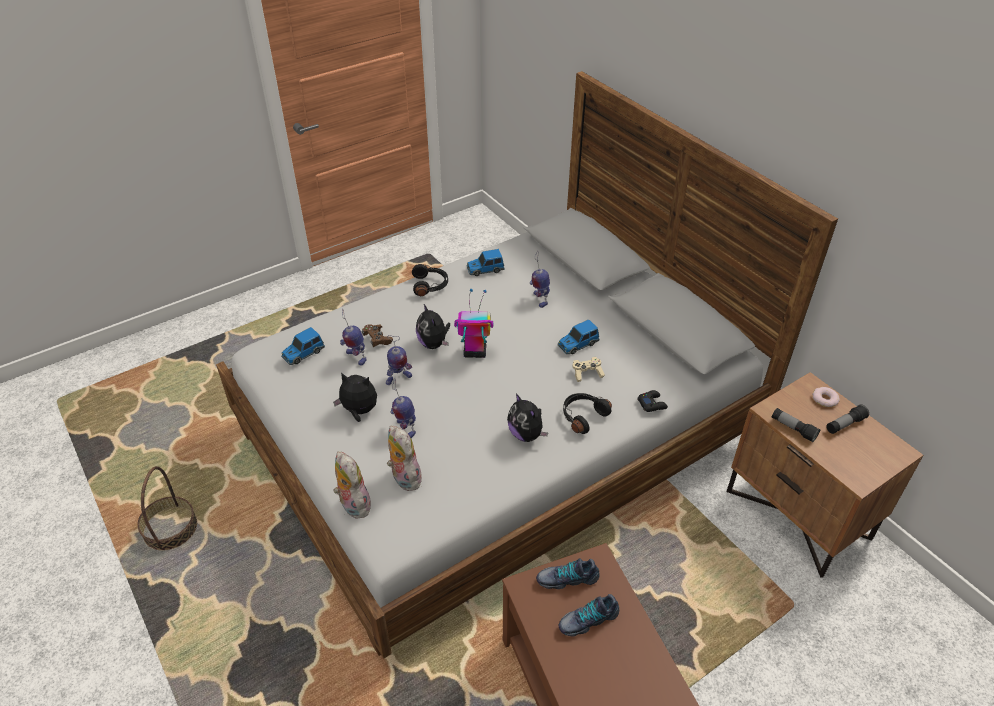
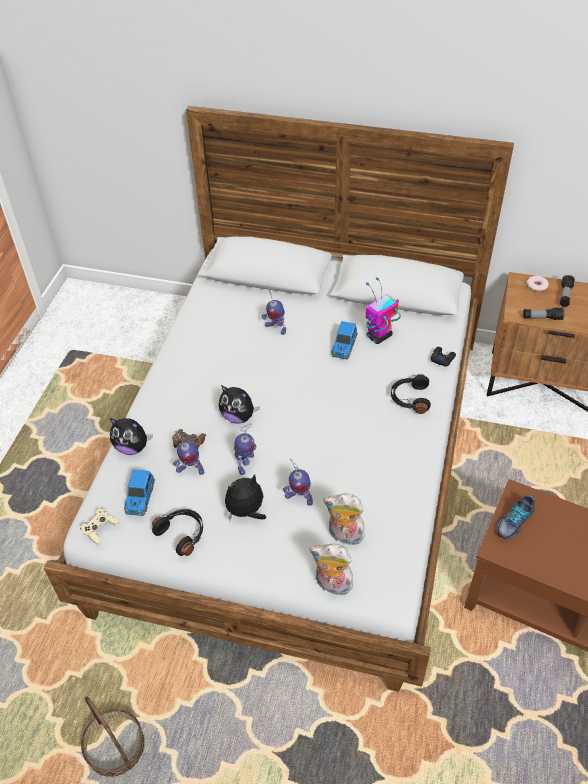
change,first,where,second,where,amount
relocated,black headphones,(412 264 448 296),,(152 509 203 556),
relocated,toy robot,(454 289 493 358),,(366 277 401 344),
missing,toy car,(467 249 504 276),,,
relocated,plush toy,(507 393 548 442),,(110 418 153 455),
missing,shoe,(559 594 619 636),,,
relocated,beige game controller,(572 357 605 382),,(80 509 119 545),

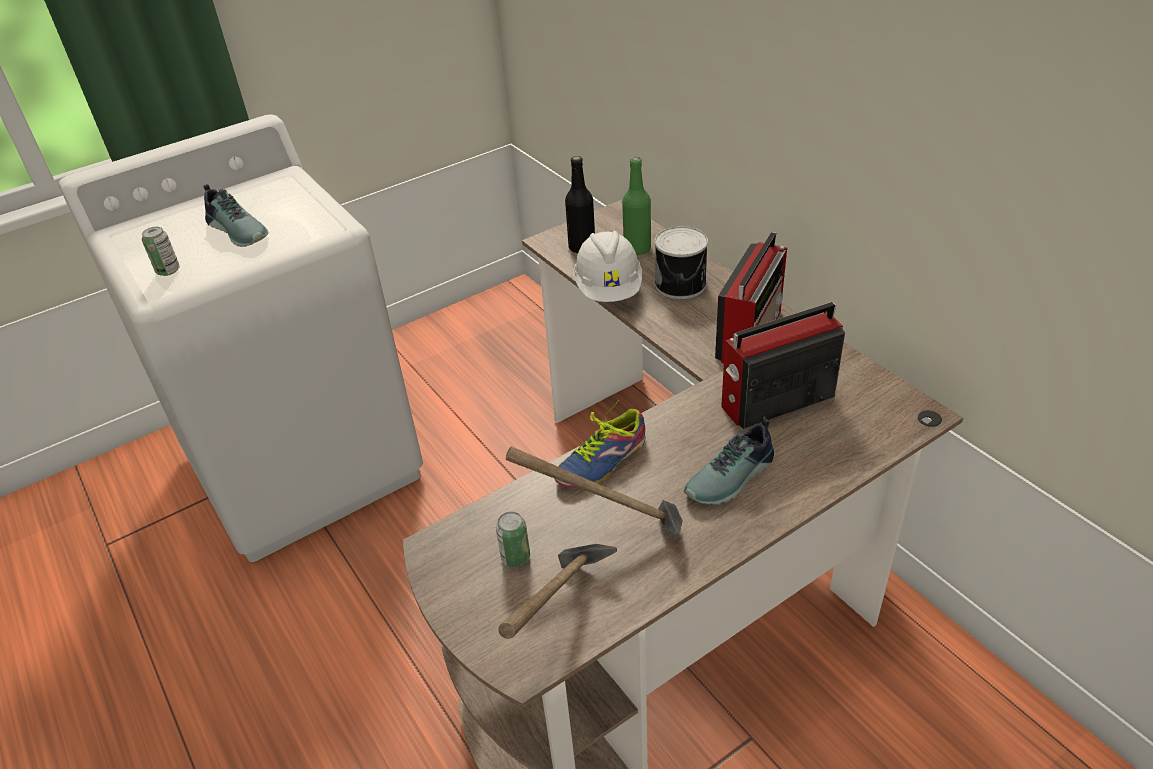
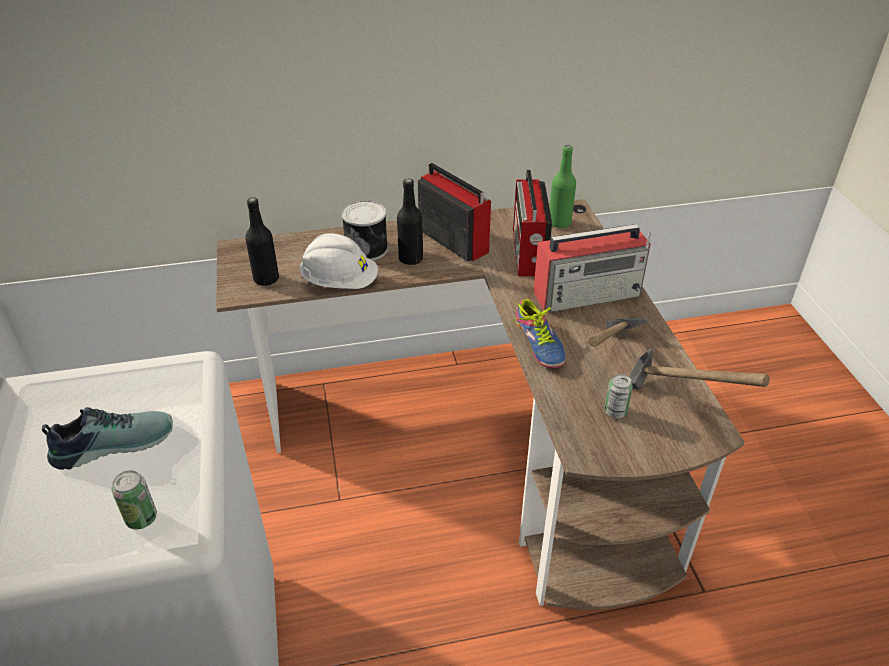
change,first,where,second,where,amount
relocated,green bottle,(622 157 651 255),,(550 145 576 228),
exchanged,shoe,(684 418 774 505),radio,(533 224 651 312),
appeared,,,black bottle,(397 178 423 265),

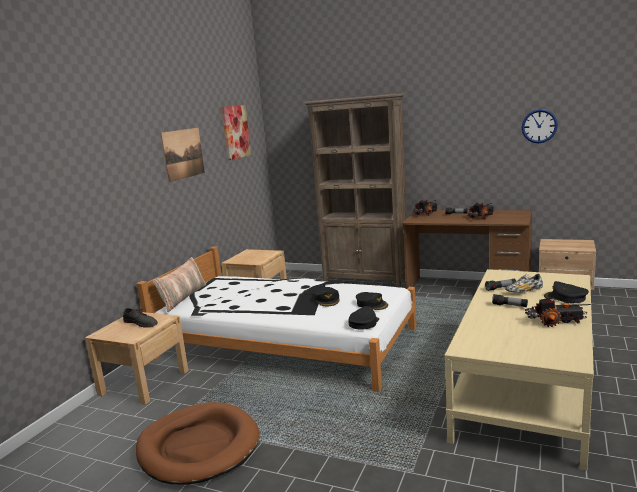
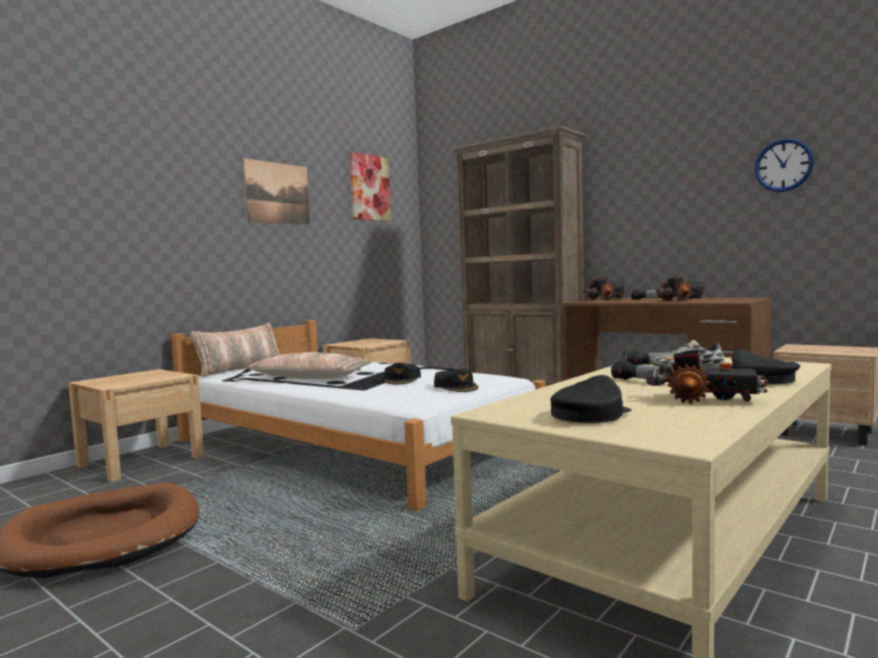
change,first,where,second,where,amount
missing,grey shoe,(123 308 158 328),,,
relocated,black cap,(348 306 379 330),,(550 375 632 423),
appeared,,,pillow,(247 352 371 379),

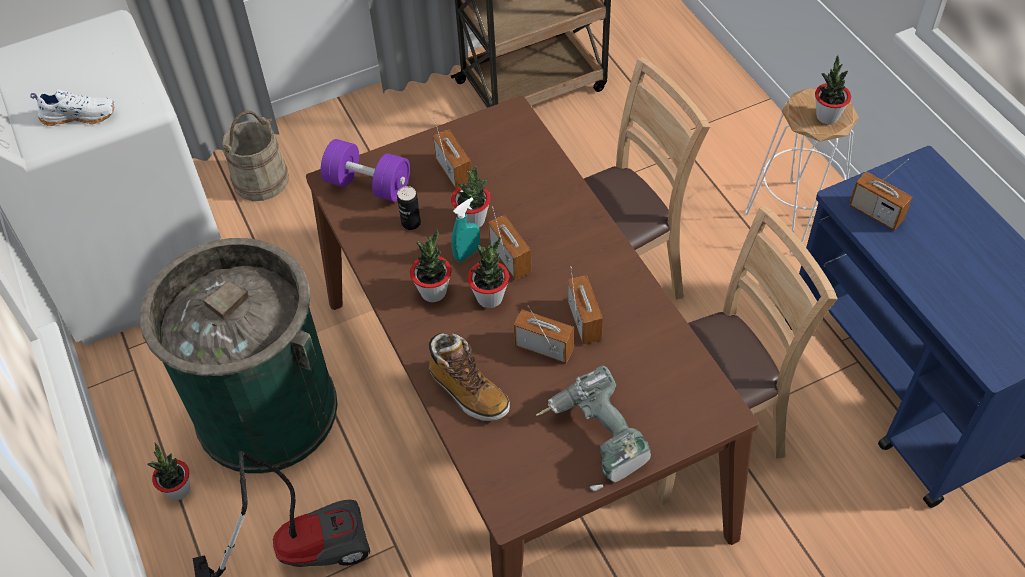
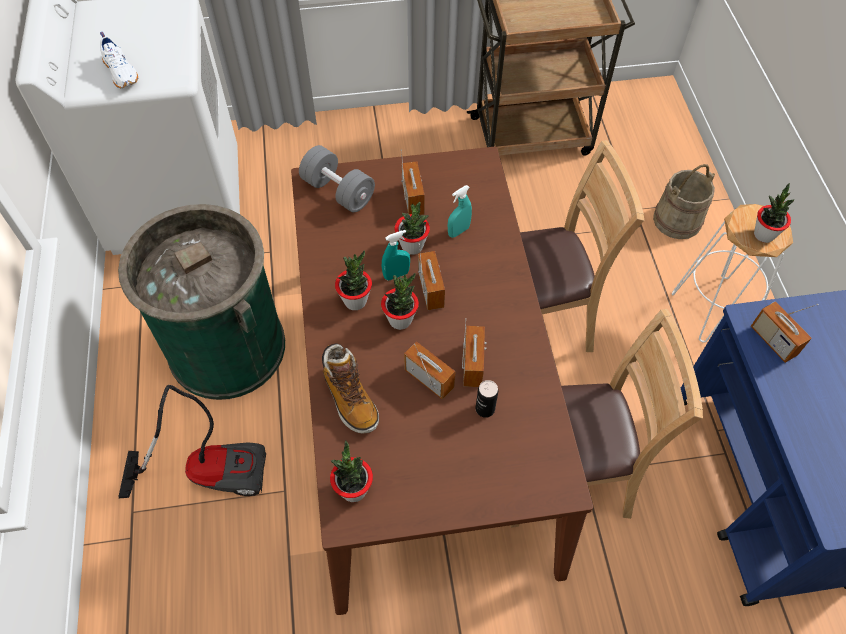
change,first,where,second,where,amount
spun,white shoe,(31 89 115 126),,(100 31 138 88),45 degrees clockwise
relocated,potted plant,(148 442 190 500),,(330 441 373 502),
relocated,beige bucket,(222 111 289 201),,(653 164 715 239),
colour,purple dumbbell,(321 139 410 202),grey dumbbell,(299 145 375 212),
relocated,can,(397 186 421 230),,(475 380 498 418),
missing,power drill,(536 365 651 491),,,
appeared,,,turquoise spray bottle,(448 185 472 238),

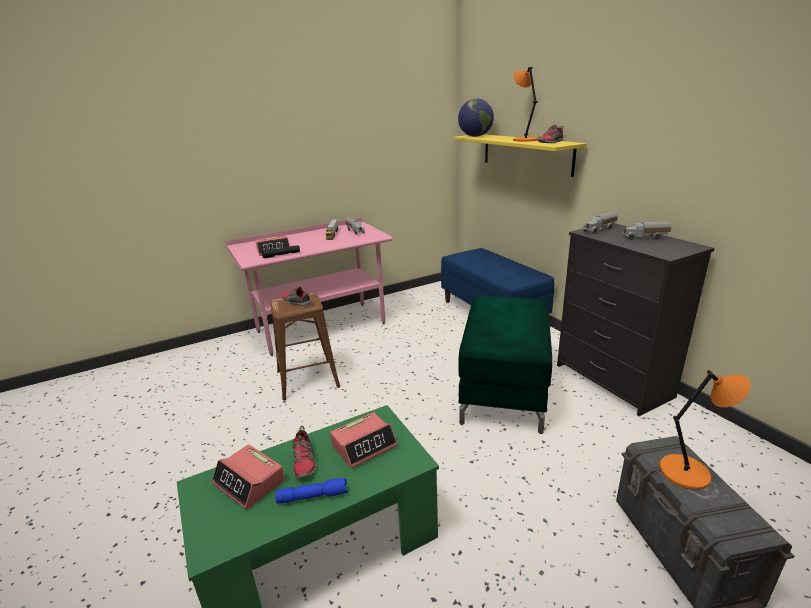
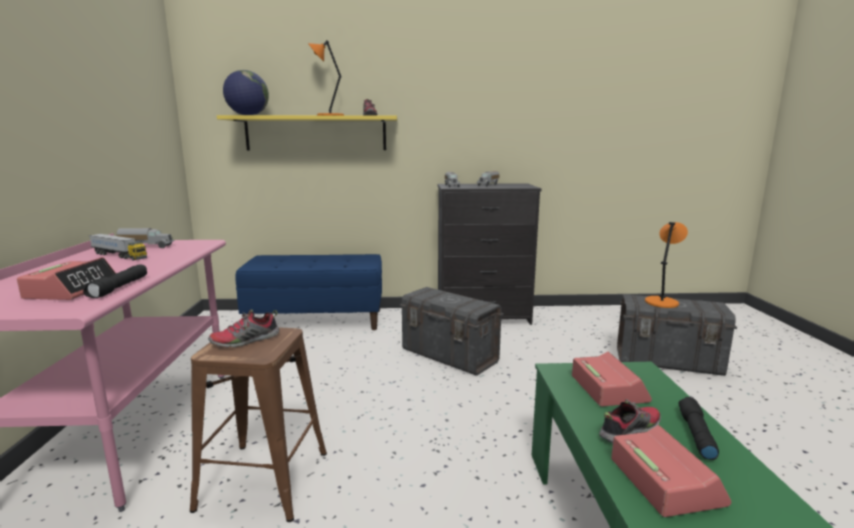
change,first,where,second,where,amount
spun,alarm clock,(212 444 285 510),,(611 425 731 517),75 degrees counterclockwise
colour,blue flashlight,(275 478 348 504),black flashlight,(678 397 719 460),
spun,shoe,(291 426 317 479),,(599 400 661 443),45 degrees counterclockwise
exchanged,green ottoman,(458 296 552 434),grey storage box,(399 287 504 376),

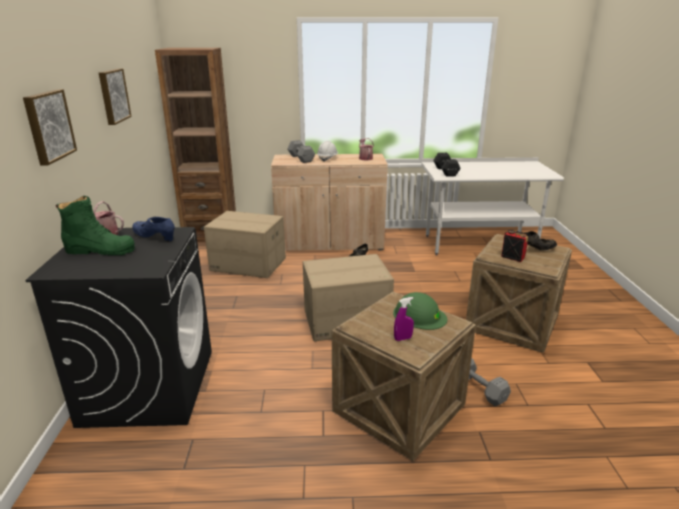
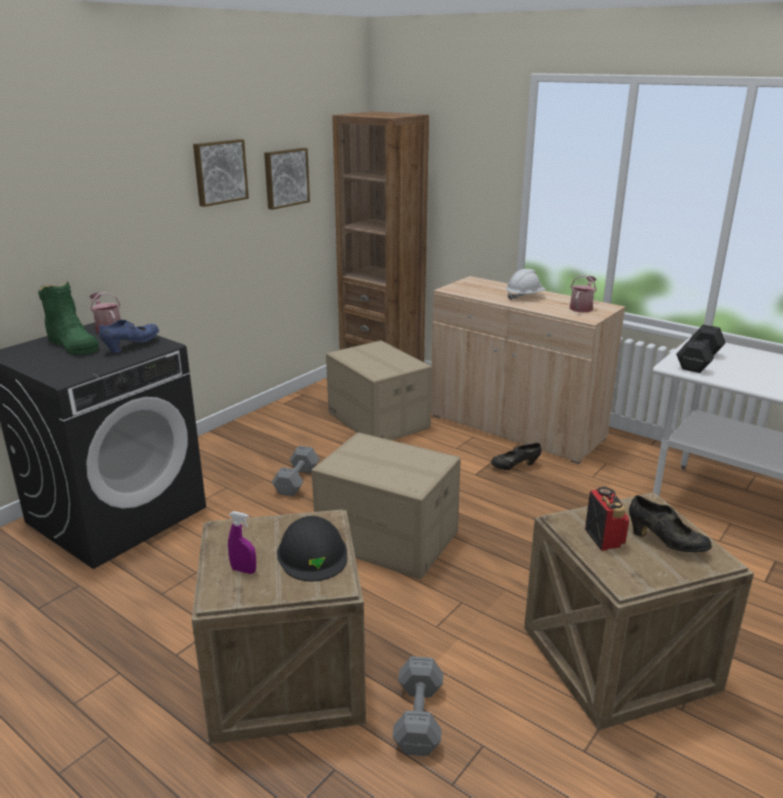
change,first,where,second,where,amount
relocated,picture,(23 89 77 166),,(264 148 310 210),
spun,blue shoe,(132 216 175 242),,(99 320 159 354),60 degrees clockwise
relocated,grey dumbbell,(287 140 315 163),,(272 446 320 497),
colour,green hard hat,(393 292 447 330),black hard hat,(277 516 347 581),

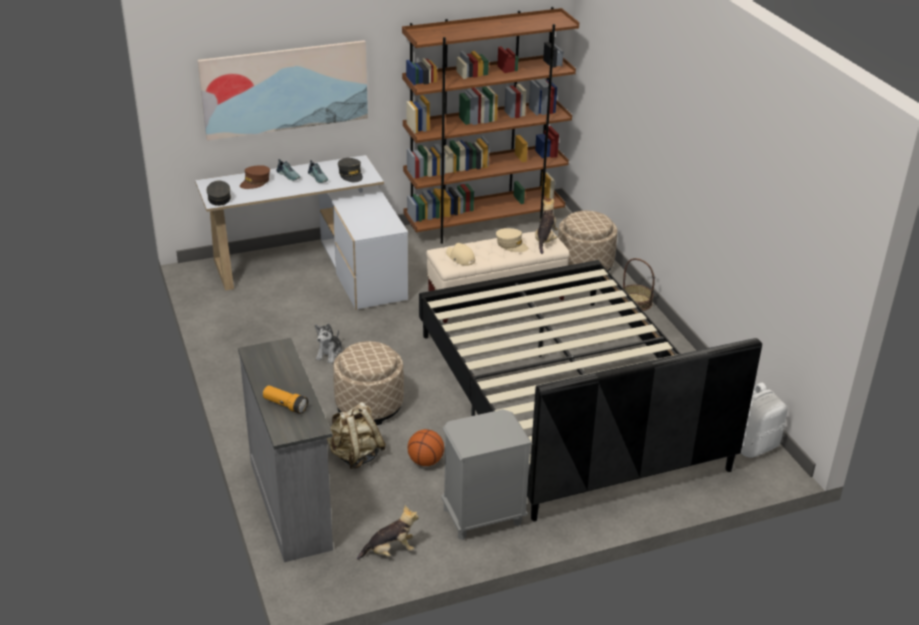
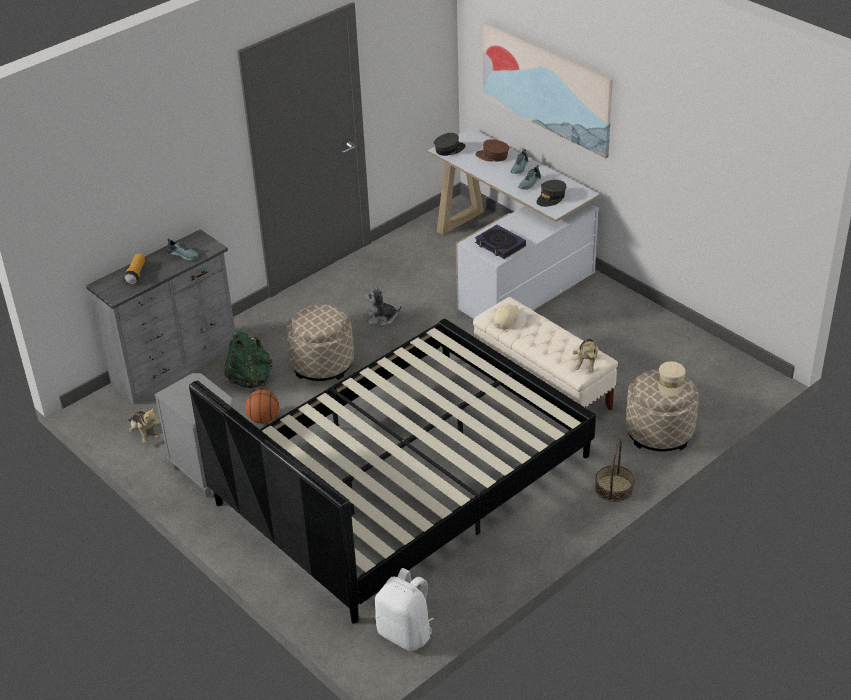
change,first,where,second,where,amount
colour,beige backpack,(327 402 386 469),green backpack,(224 331 273 388),
missing,brown bookcase,(402 7 579 244),,,
relocated,beige cap,(496 228 528 252),,(658 361 686 397),
spun,plush toy,(535 199 558 254),,(573 339 598 372),105 degrees clockwise
appeared,,,shoe,(167 238 199 260),
appeared,,,book,(475 225 526 259),

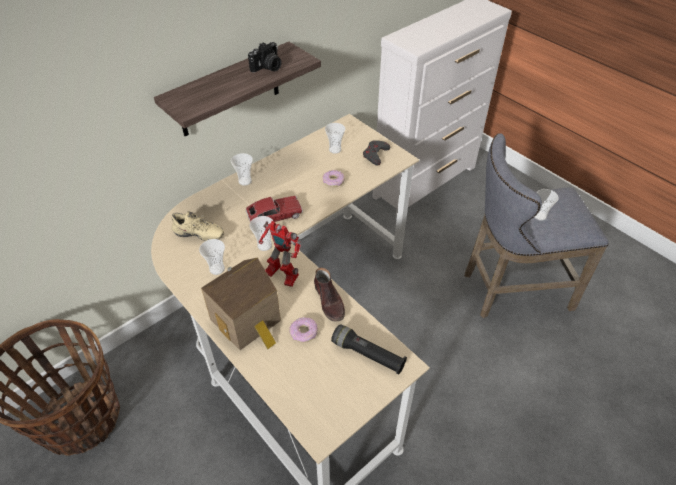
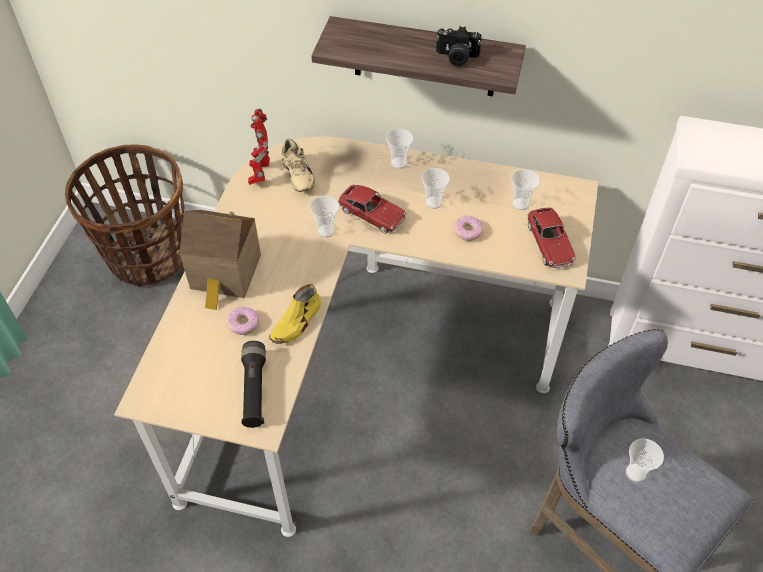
change,first,where,second,where,amount
relocated,cup,(199 239 225 275),,(421 168 450 209),
relocated,toy robot,(259 221 301 287),,(248 109 270 185),
colour,brown shoe,(314 268 345 322),yellow shoe,(269 284 322 344),
exchanged,grey game controller,(363 140 391 166),toy car,(527 208 576 268),

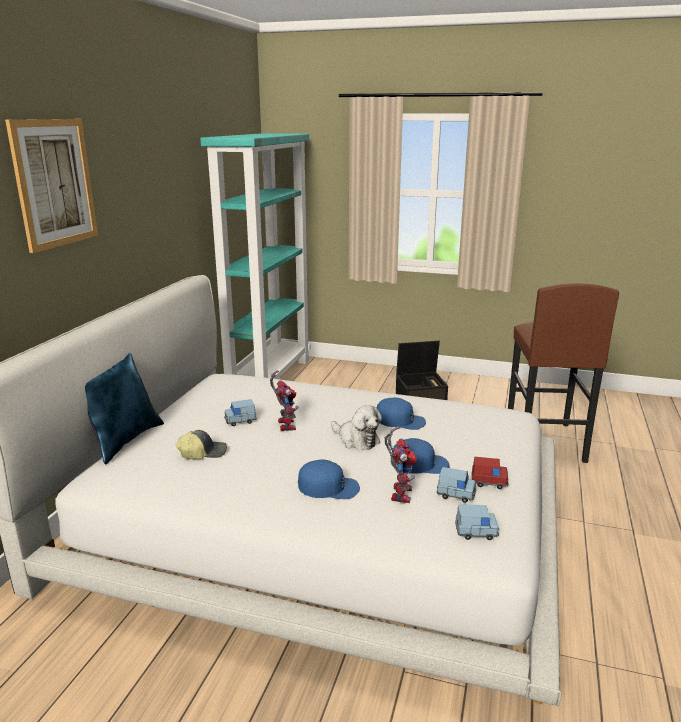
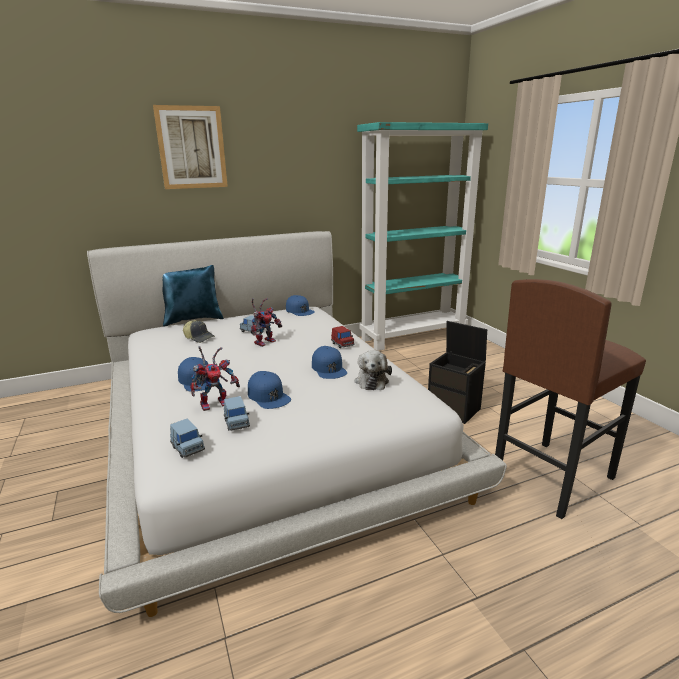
change,first,where,second,where,amount
relocated,plush toy,(331 405 382 450),,(354 350 392 390),
relocated,red toy car,(472 457 509 489),,(331 326 354 348),
appeared,,,blue cap,(286 295 315 316),

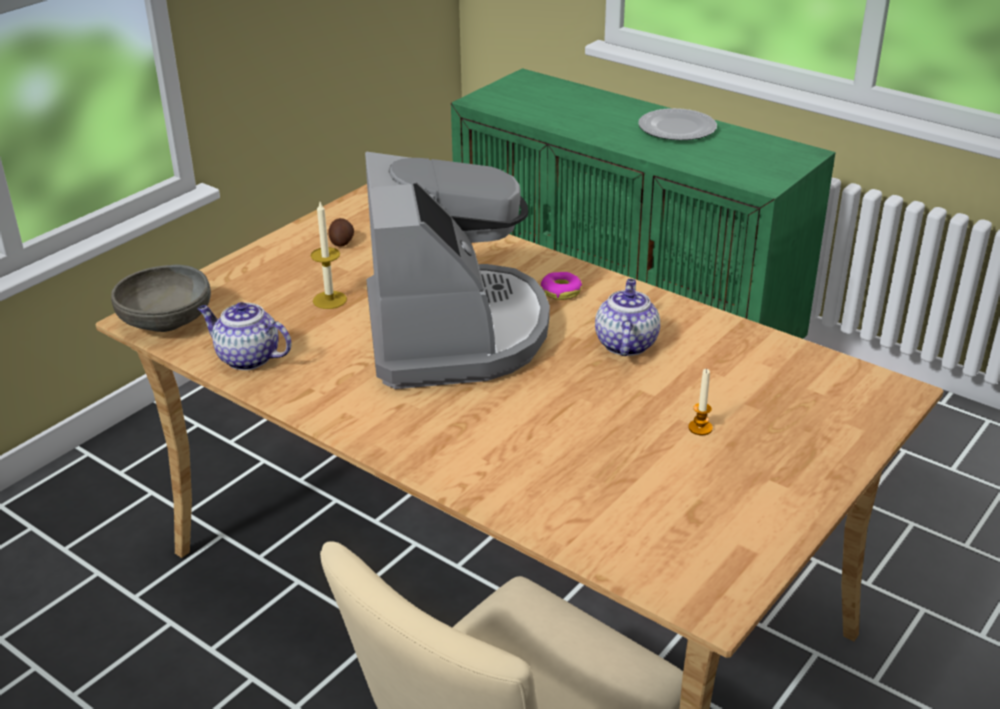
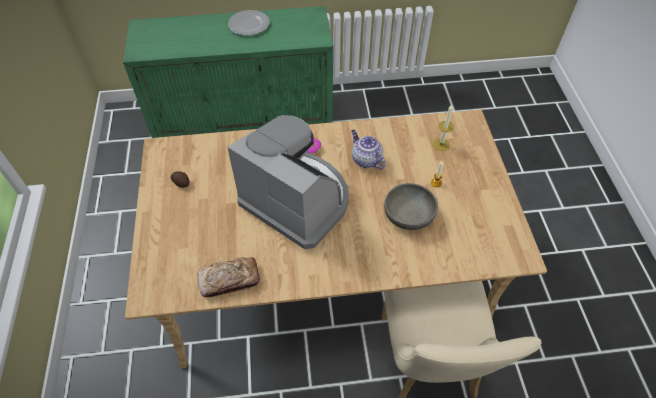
change,first,where,second,where,amount
relocated,grey bowl,(111 265 211 332),,(384 183 438 230),
exchanged,teapot,(197 302 291 370),bread,(198 257 260 297),
relocated,candle,(310 202 347 309),,(433 105 454 151),

